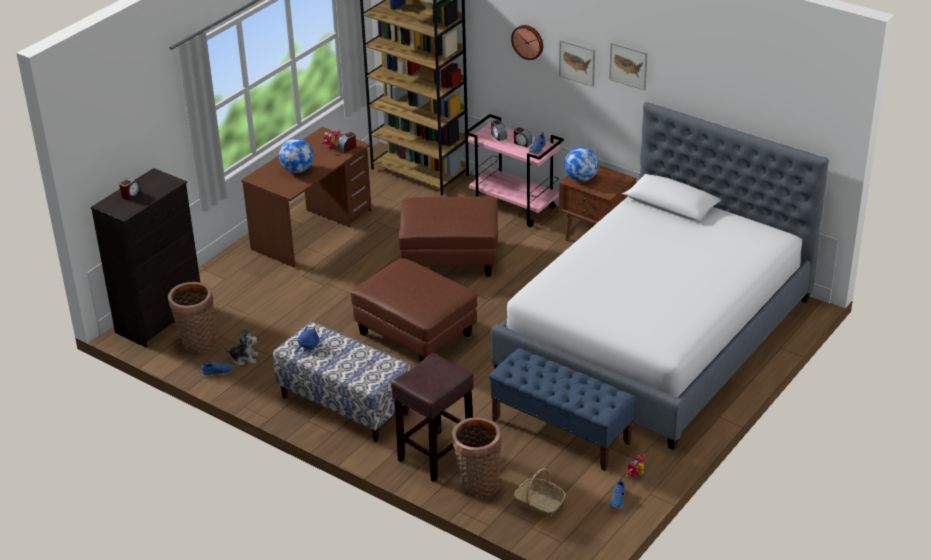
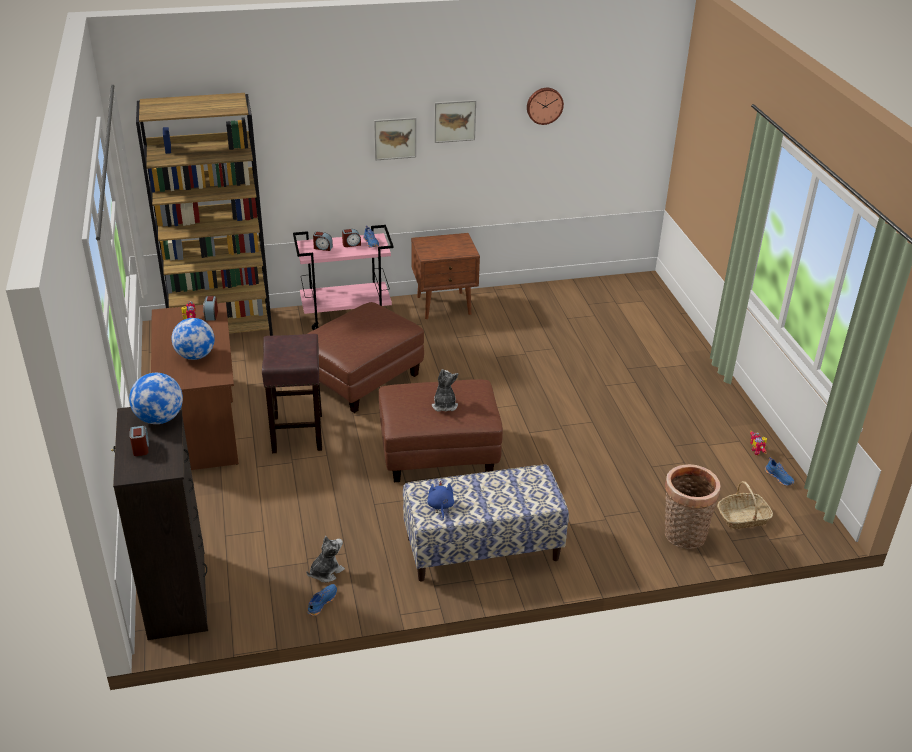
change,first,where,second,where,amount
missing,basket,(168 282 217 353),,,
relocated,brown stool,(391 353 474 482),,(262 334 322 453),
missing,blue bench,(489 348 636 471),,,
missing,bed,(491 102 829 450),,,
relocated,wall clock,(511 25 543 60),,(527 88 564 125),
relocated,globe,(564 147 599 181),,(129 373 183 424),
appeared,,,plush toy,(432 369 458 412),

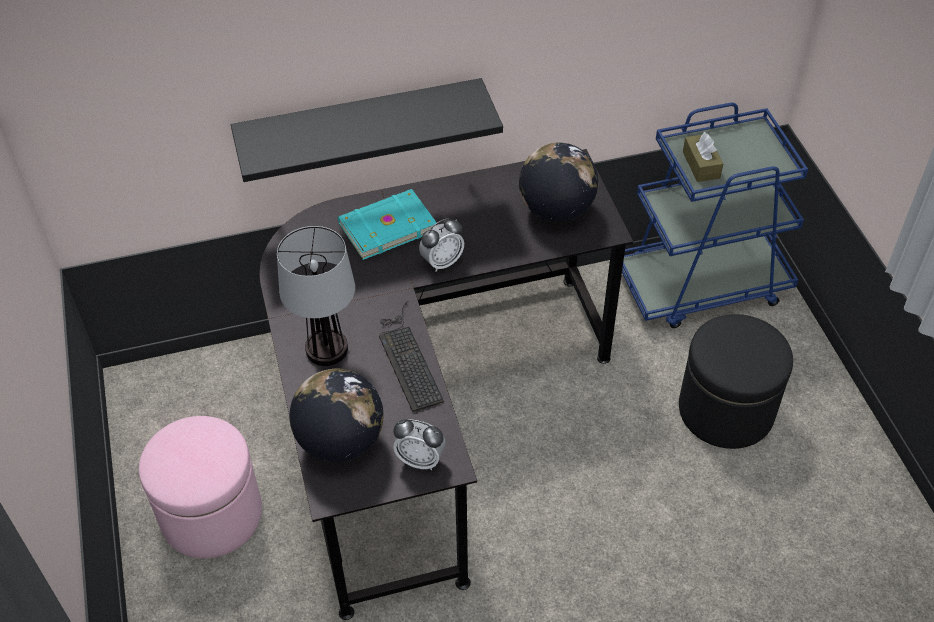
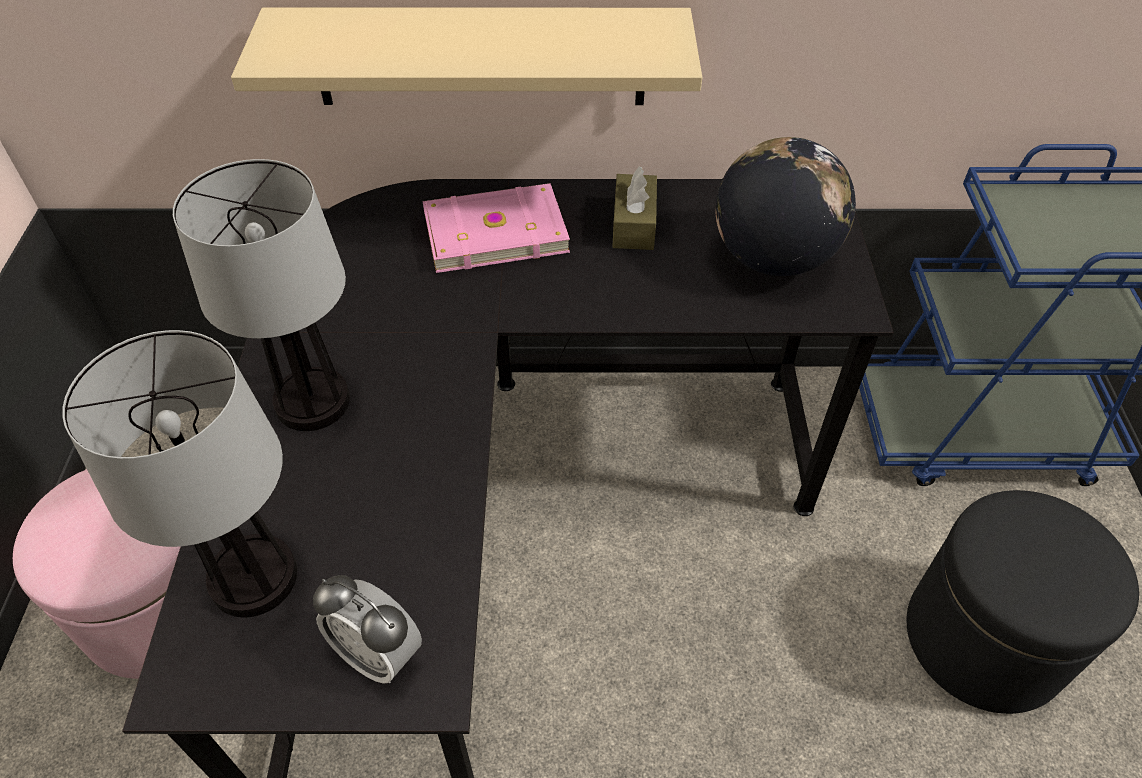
change,first,where,second,where,amount
colour,black shelf,(231 78 503 182),beige shelf,(231 8 702 105),
exchanged,globe,(289 369 383 462),table lamp,(62 330 297 617),
colour,turquoise book,(338 189 437 260),pink book,(423 183 570 273),
missing,keyboard,(379 301 444 412),,,
missing,alarm clock,(419 218 464 272),,,
relocated,brown tissue box,(683 132 723 182),,(612 167 657 250),

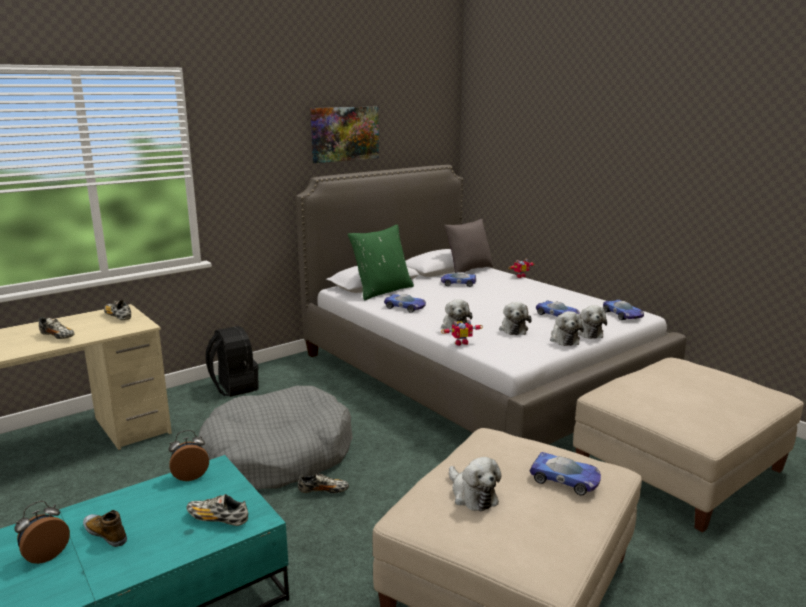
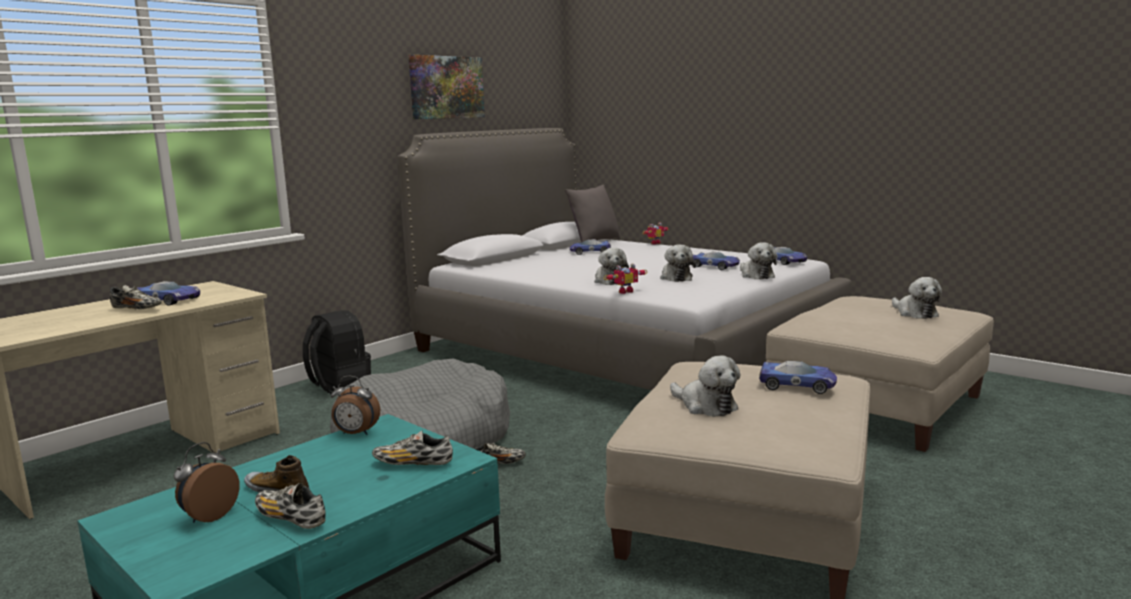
change,first,where,second,where,amount
relocated,shoe,(104 300 131 320),,(255 483 326 529),
spun,alarm clock,(169 430 209 481),,(331 376 380 435),135 degrees counterclockwise
missing,green pillow,(348 224 414 300),,,
relocated,toy car,(384 294 426 313),,(137 281 200 306),
relocated,plush toy,(550 311 584 346),,(892 277 942 319),

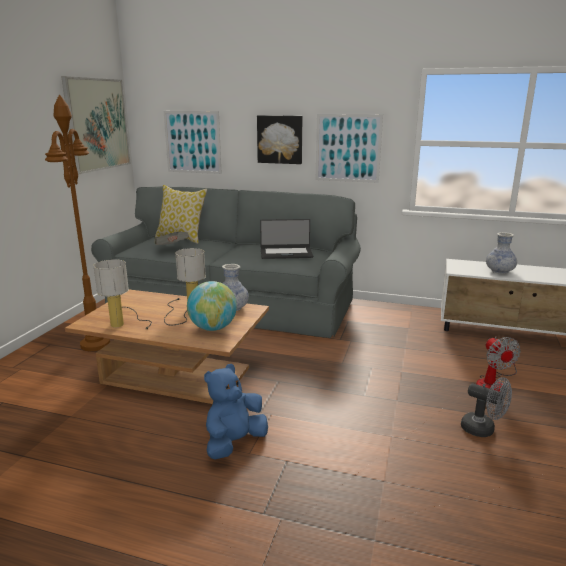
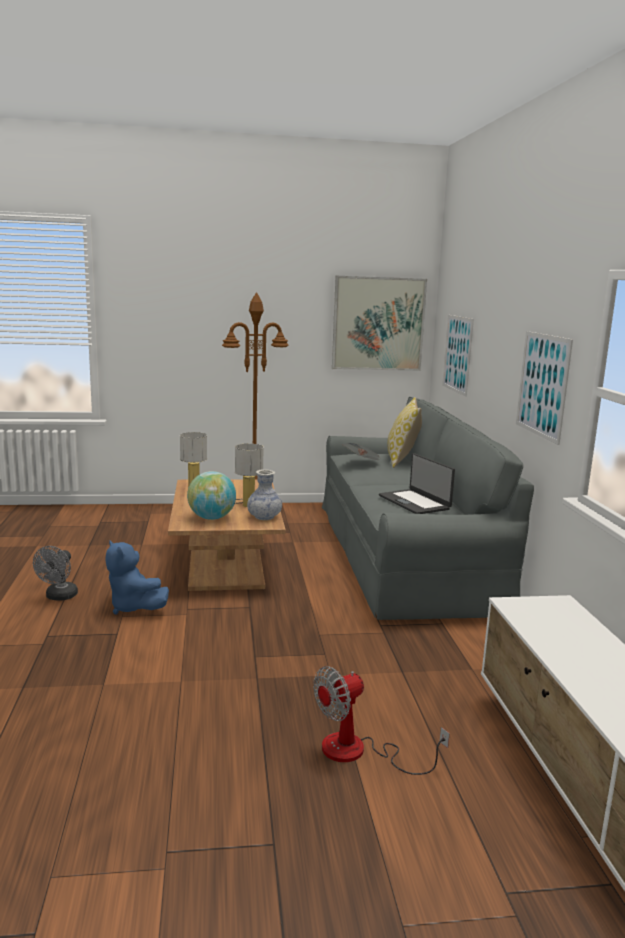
change,first,where,second,where,amount
spun,blue plush toy,(204 364 268 460),,(105 541 169 614),150 degrees counterclockwise
missing,picture,(257 115 302 164),,,
relocated,grey fan,(461 377 512 437),,(33 546 78 600),
missing,vase,(486 232 517 274),,,

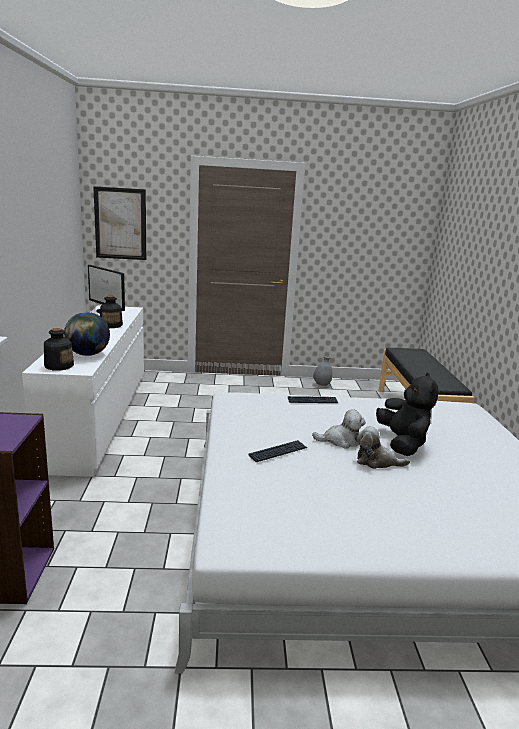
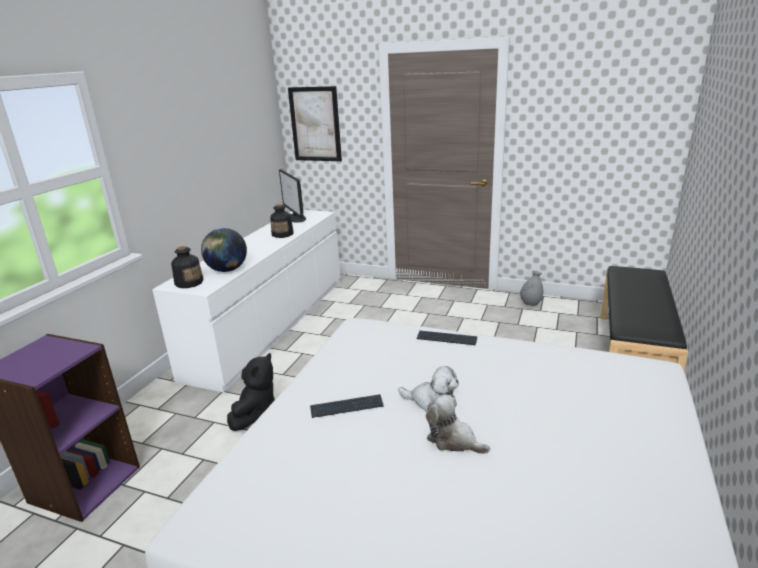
change,first,where,second,where,amount
relocated,black plush toy,(376 373 438 456),,(227 353 275 431),

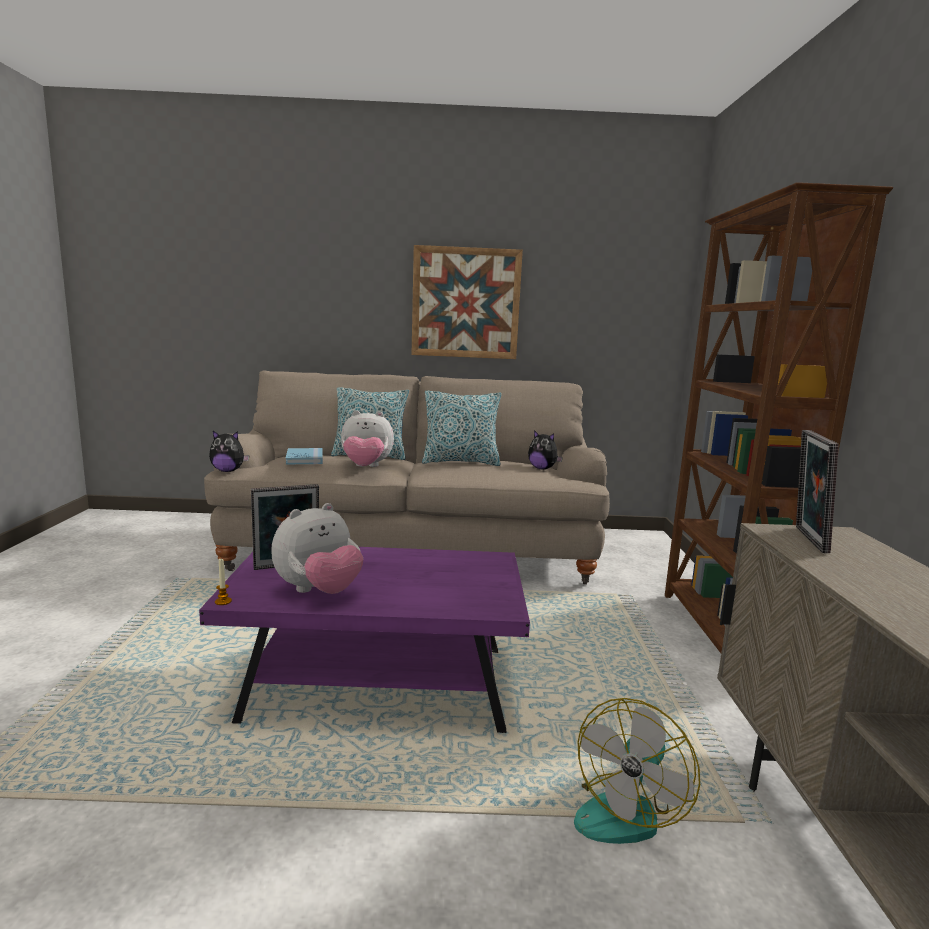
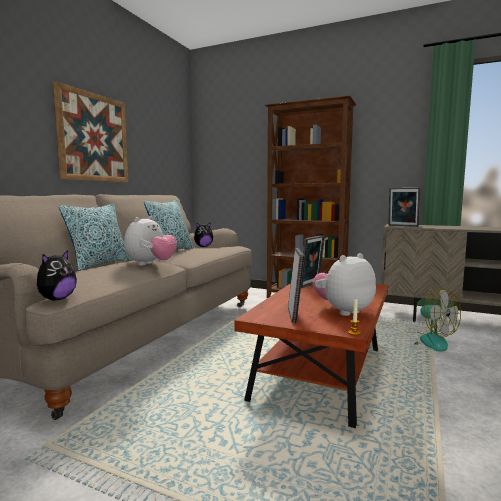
change,first,where,second,where,amount
colour,purple coffee table,(199 547 530 733),brown coffee table,(234 283 388 428),
spun,plush toy,(271 503 363 594),,(312 253 376 316),105 degrees counterclockwise
missing,blue book,(286 448 323 464),,,
appeared,,,picture frame,(301 235 325 288),

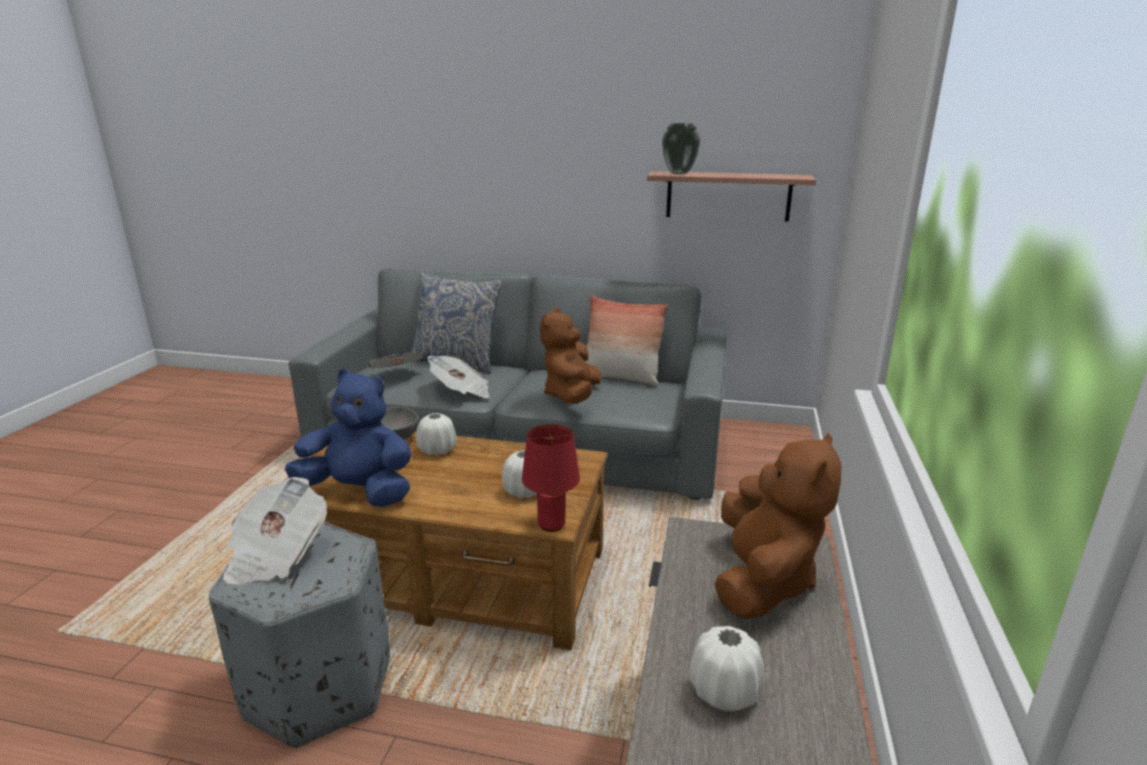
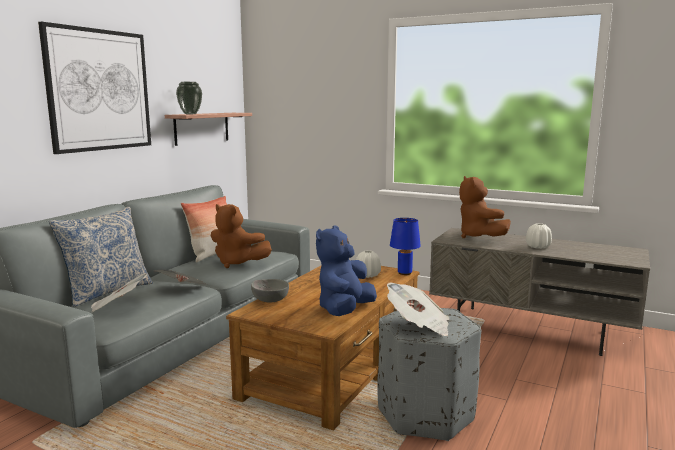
change,first,where,second,where,amount
missing,white vase,(416 413 457 456),,,
colour,red table lamp,(522 424 580 532),blue table lamp,(390 218 421 275),
spun,brown plush toy,(715 432 841 619),,(459 176 511 238),135 degrees counterclockwise
appeared,,,picture,(38 22 151 154),

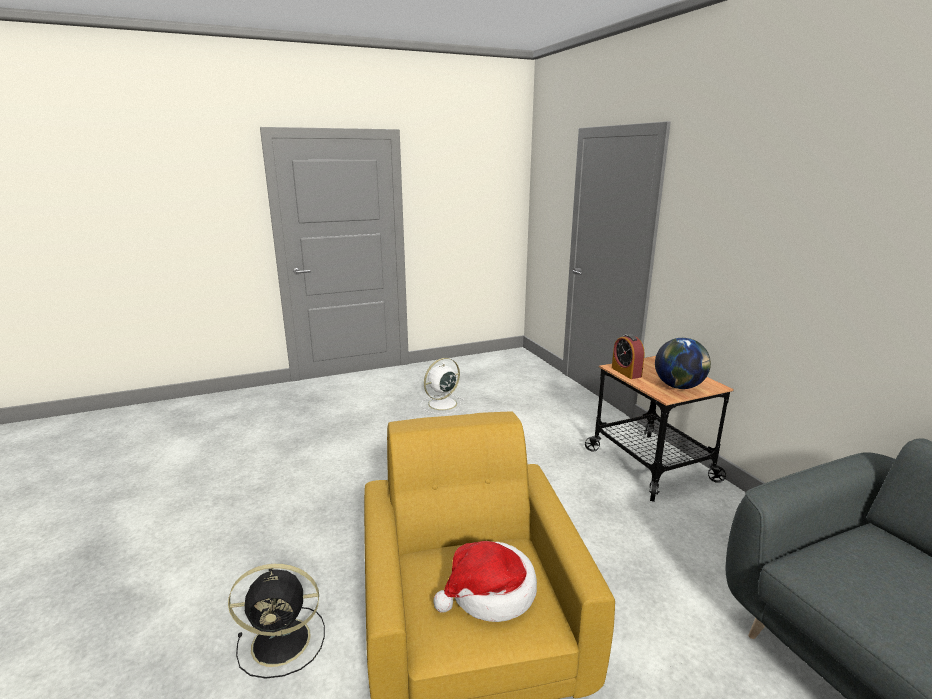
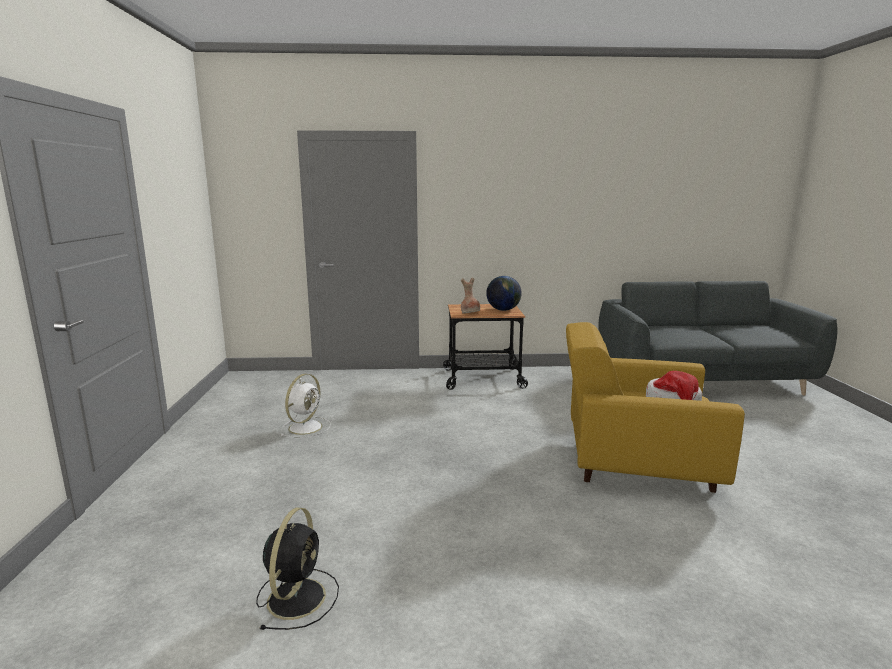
change,first,where,second,where,amount
relocated,black fan,(228 564 325 679),,(256 508 339 630),
spun,white fan,(421 358 465 415),,(281 374 331 438),135 degrees counterclockwise
exchanged,alarm clock,(612 334 645 379),brown vase,(461 278 480 314),

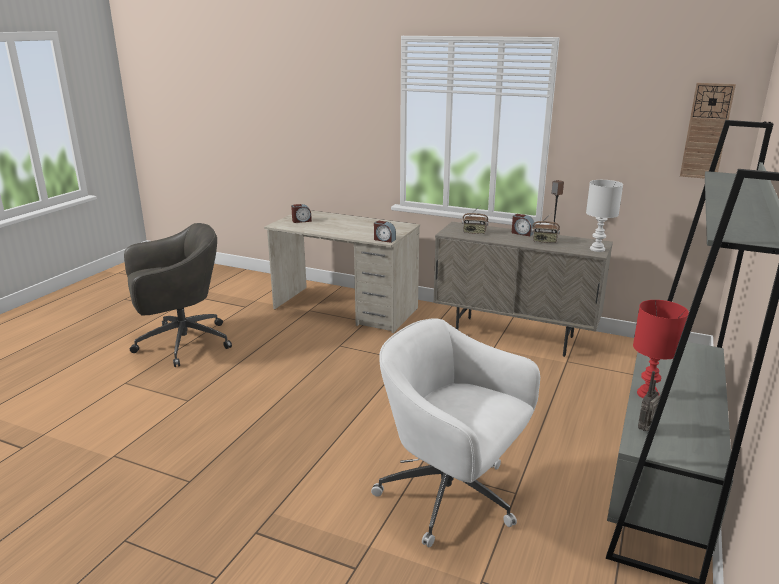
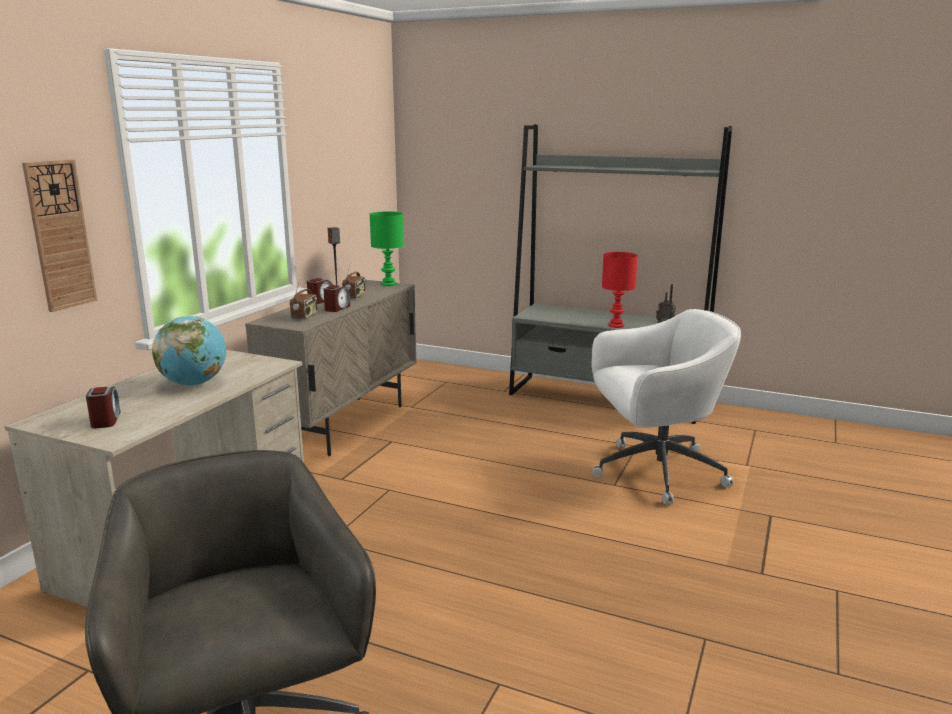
change,first,where,second,where,amount
spun,white office chair,(371 318 540 547),,(592 309 741 504),135 degrees counterclockwise
relocated,alarm clock,(374 221 396 243),,(323 285 350 312),
colour,white table lamp,(586 180 623 252),green table lamp,(370 211 404 286),
relocated,wall clock,(680 83 736 179),,(22 159 97 312),
appeared,,,globe,(152 316 226 386),

